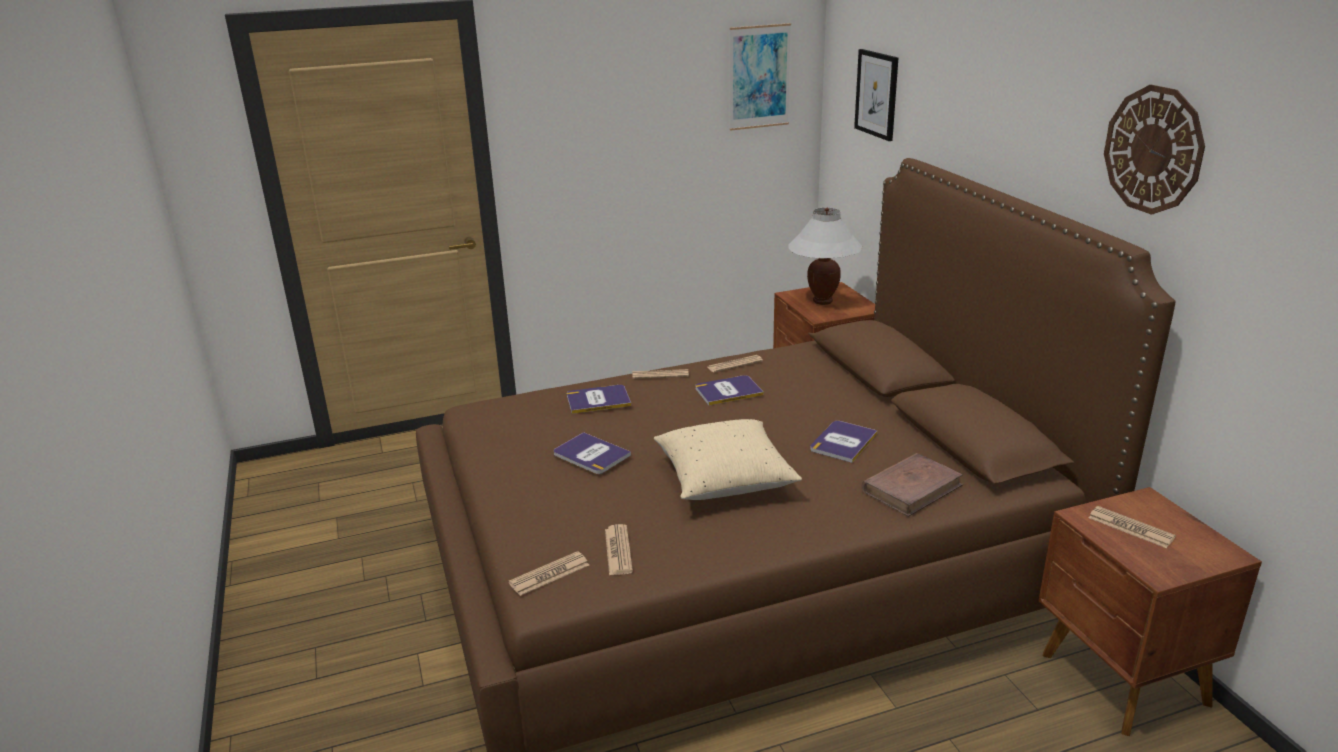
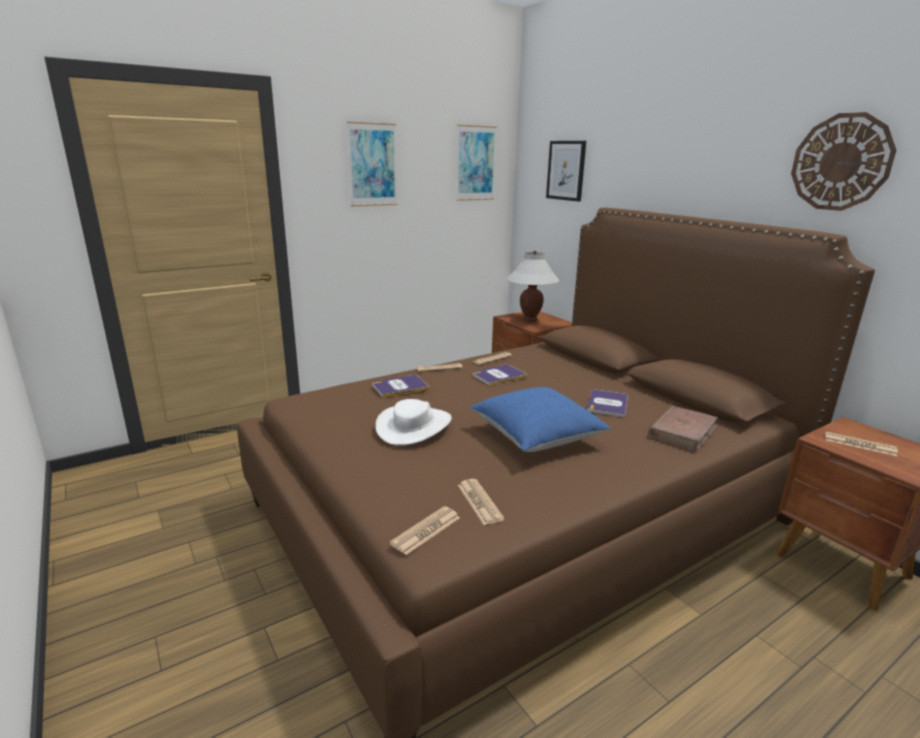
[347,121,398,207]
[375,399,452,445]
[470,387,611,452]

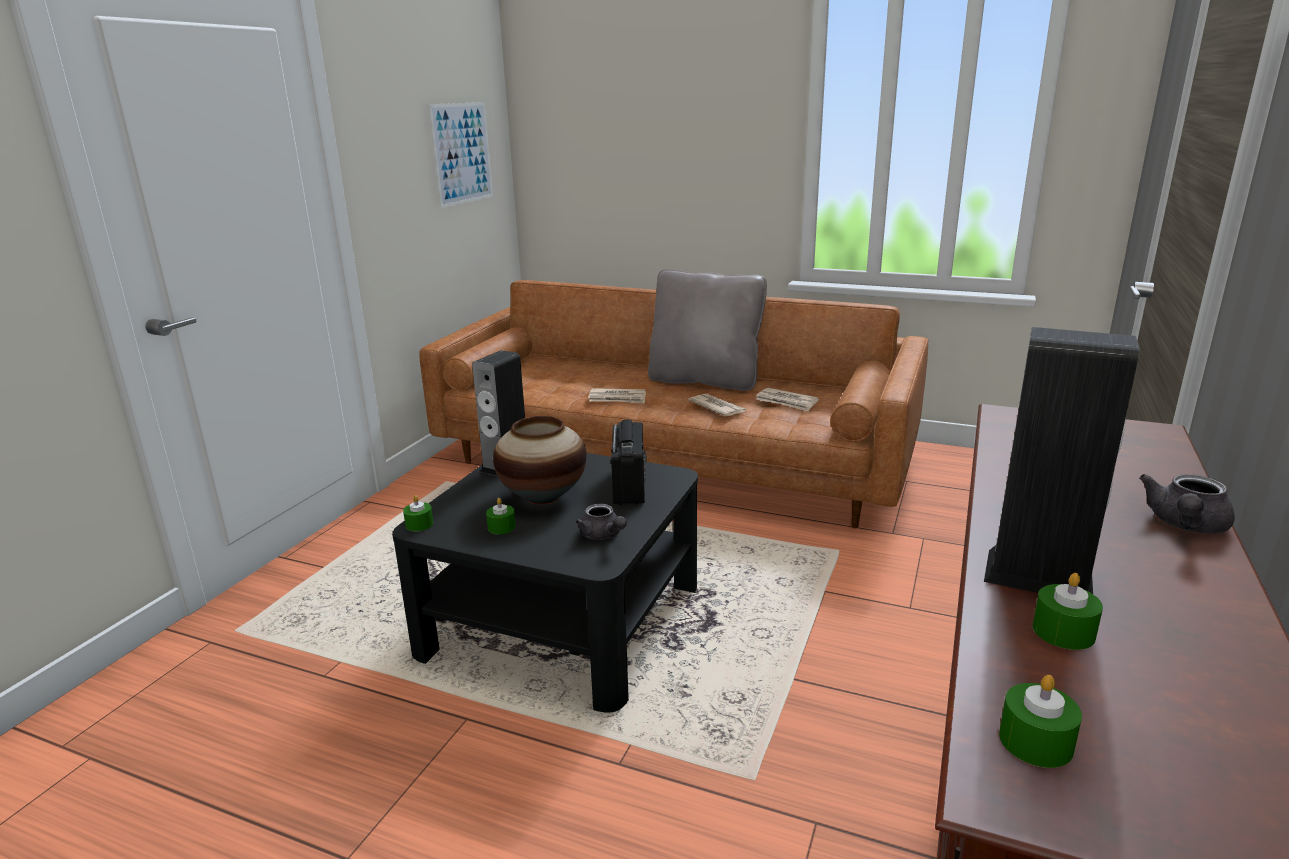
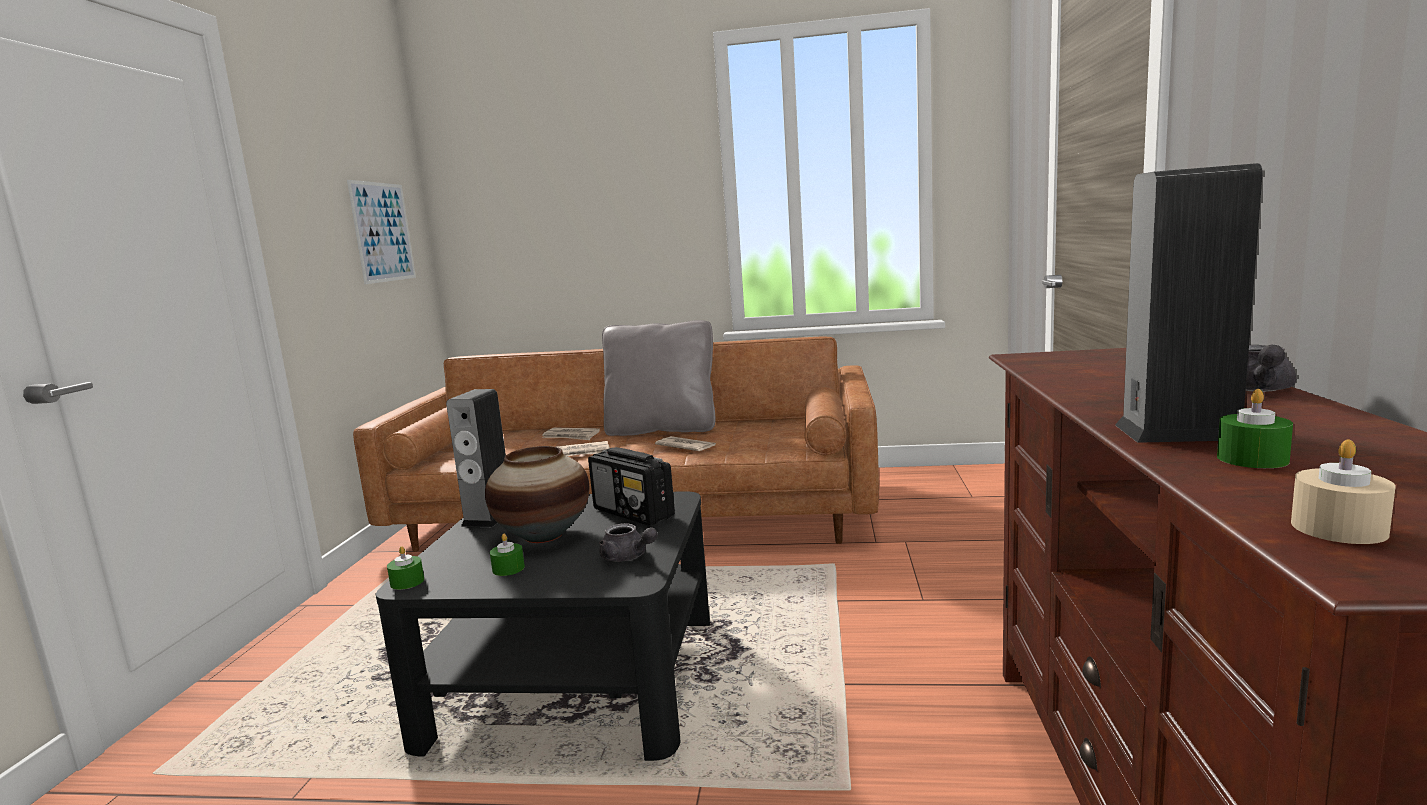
[542,427,600,440]
[588,447,675,526]
[1291,440,1396,544]

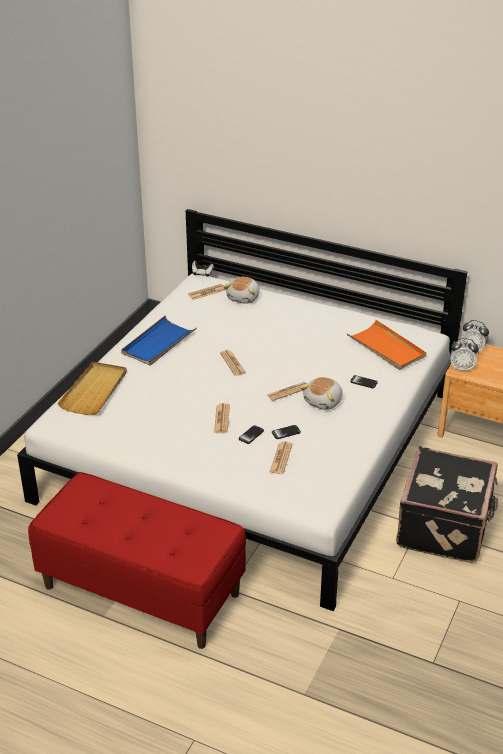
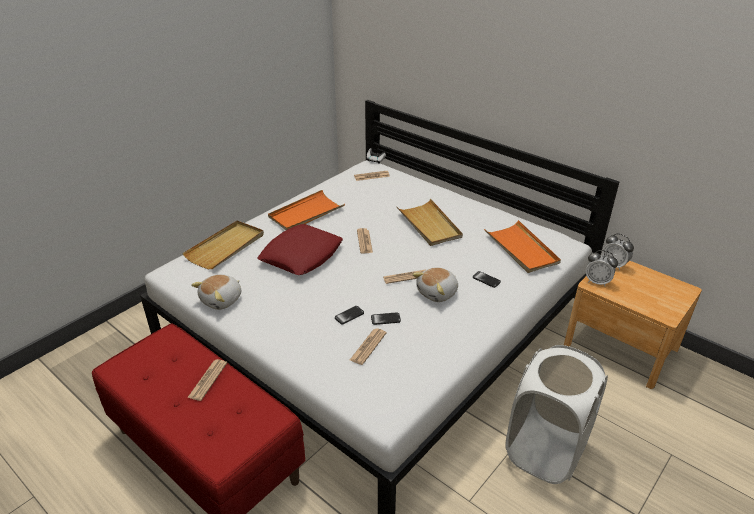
[187,359,227,401]
[191,274,241,310]
[257,224,343,275]
[268,190,345,230]
[397,199,463,246]
[505,345,608,484]

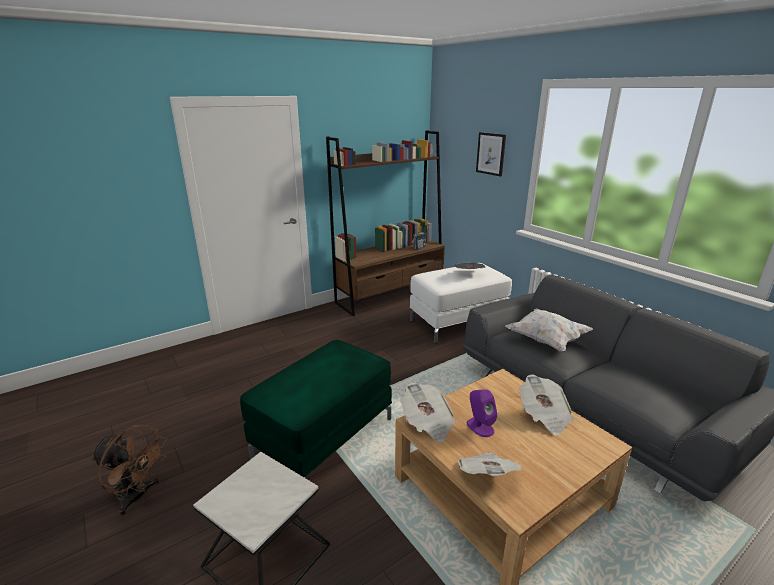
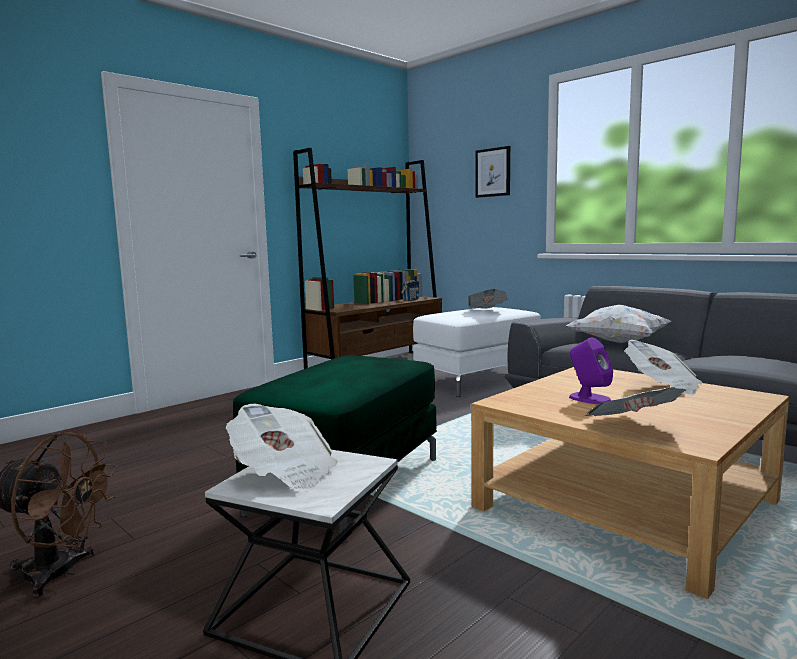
[226,404,338,492]

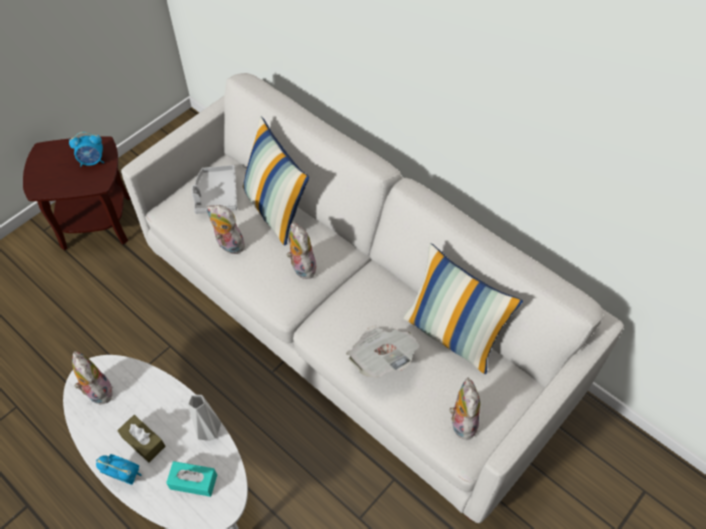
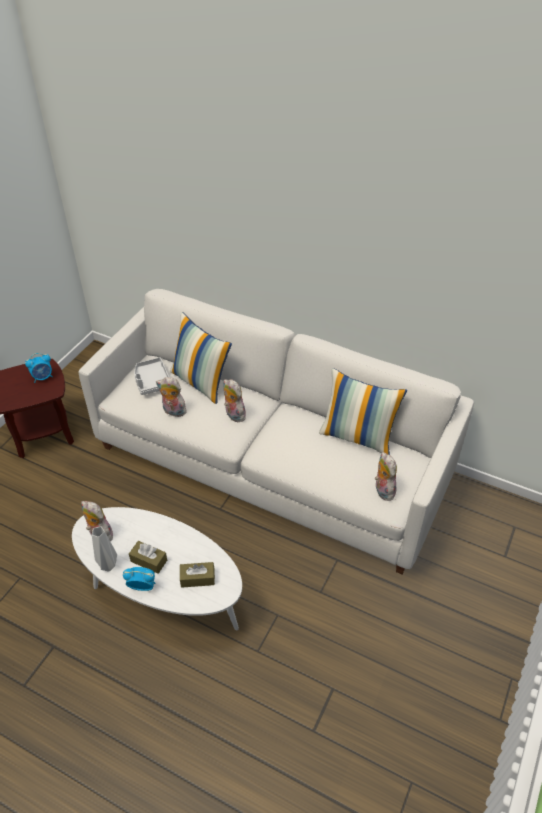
[92,526,117,571]
[180,562,215,588]
[346,326,419,377] (first image)

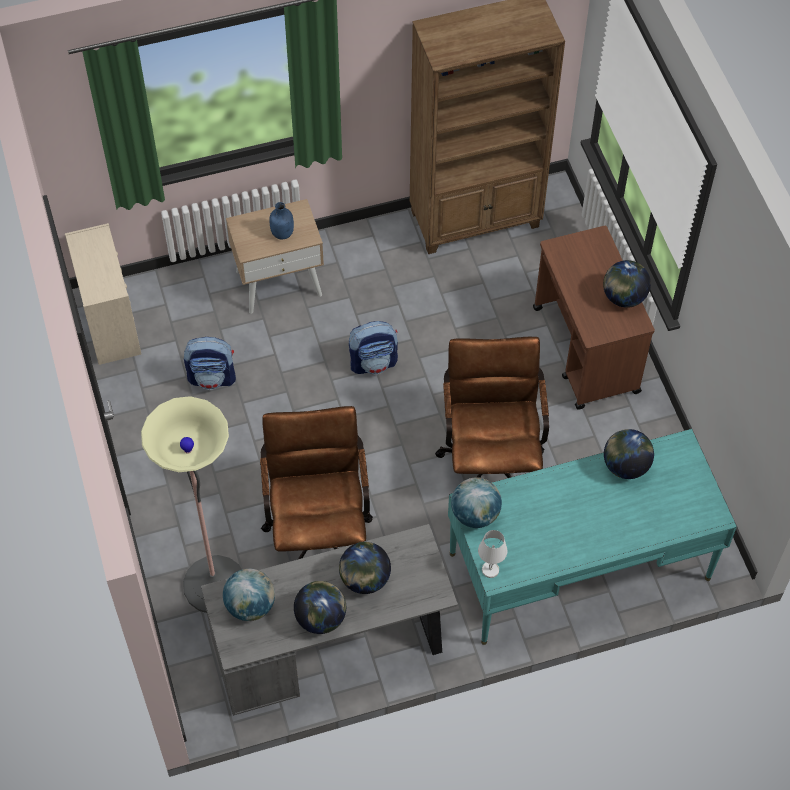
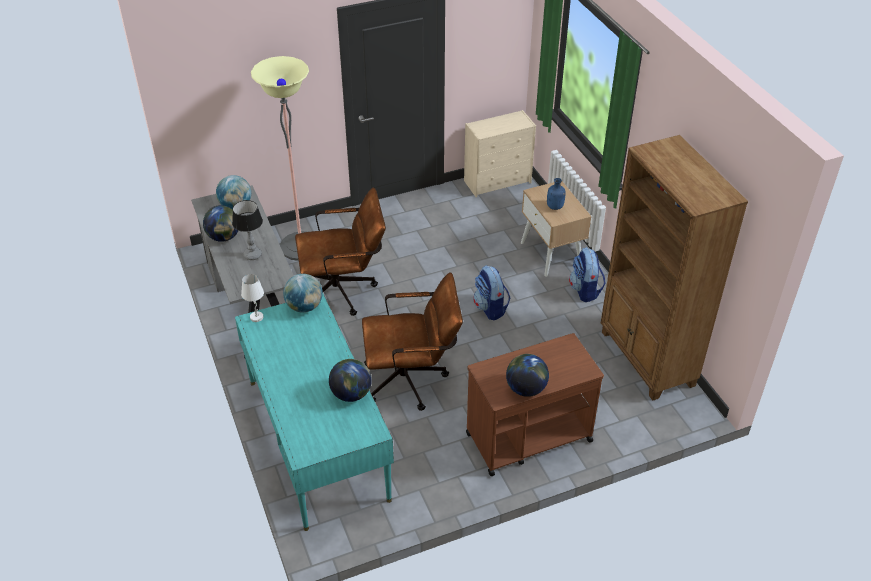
[232,200,263,260]
[569,247,606,302]

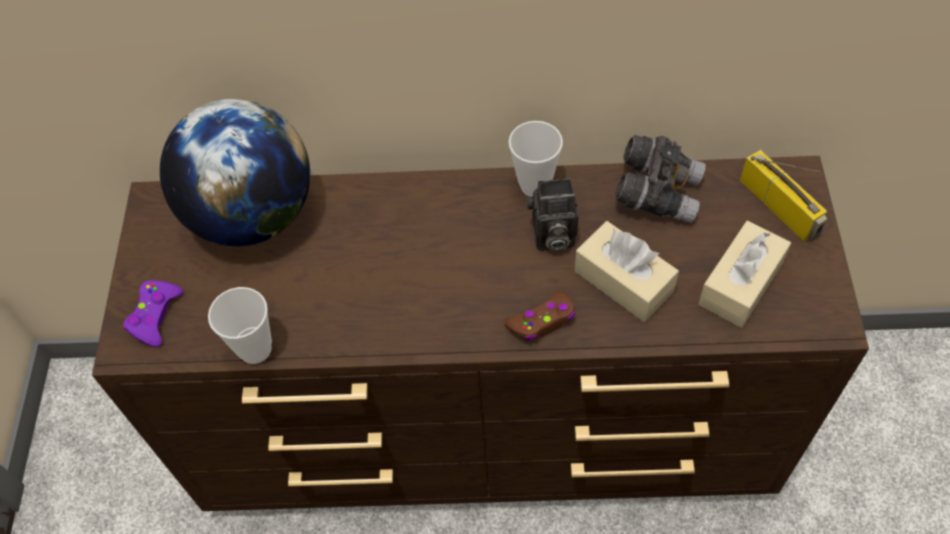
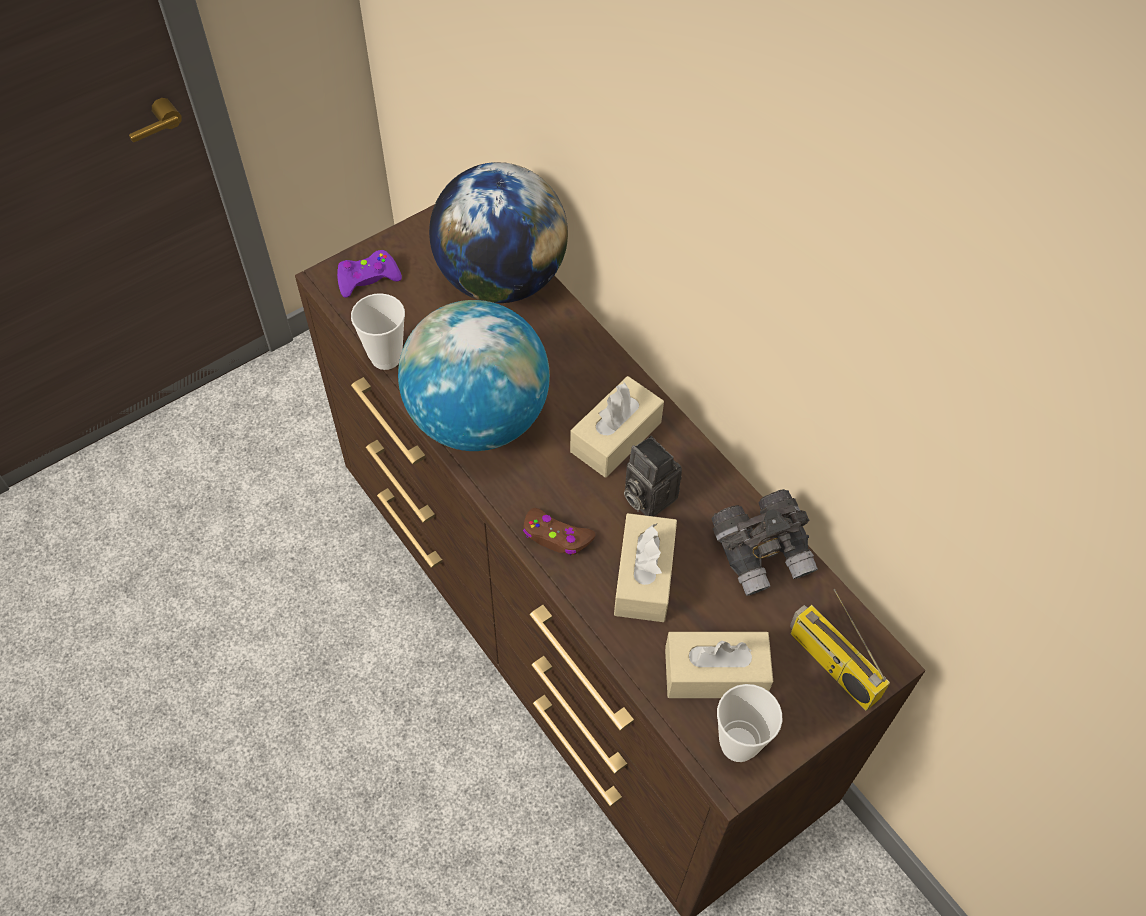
[398,300,550,451]
[570,376,664,478]
[717,684,782,762]
[790,589,890,711]

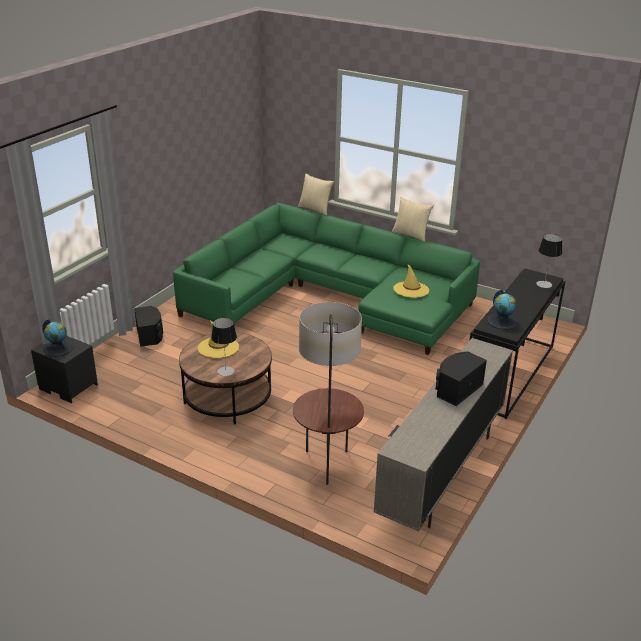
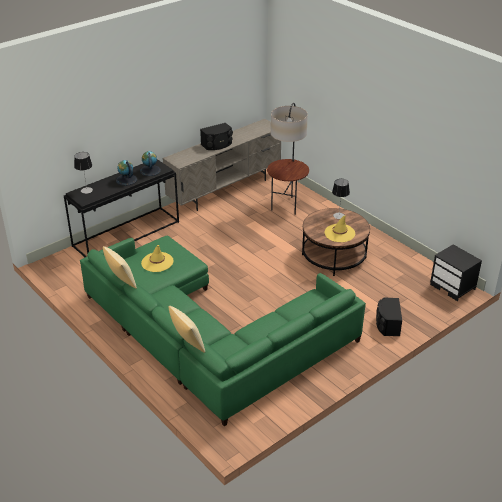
[116,160,137,186]

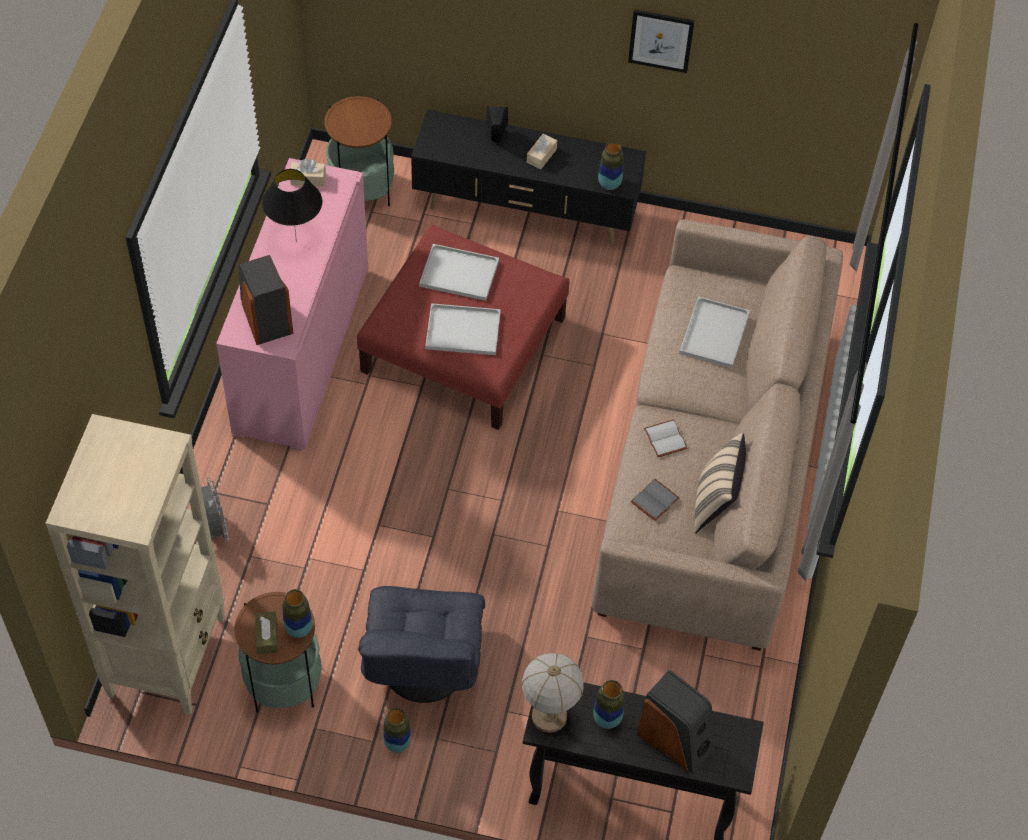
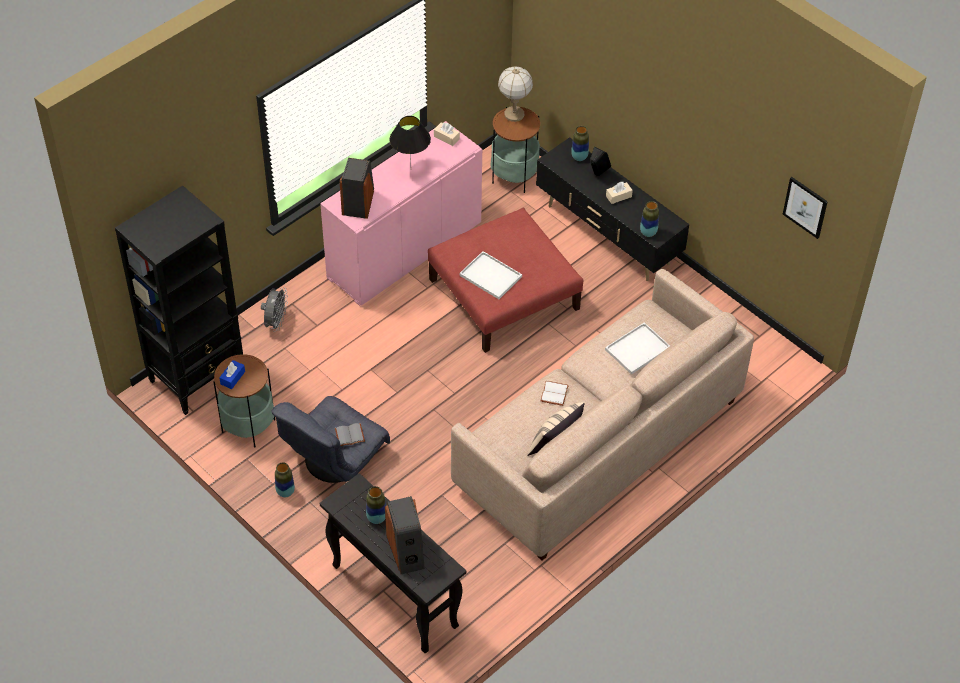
[115,185,243,415]
[219,360,245,389]
[335,423,365,446]
[498,66,533,122]
[571,126,589,161]
[783,177,828,239]
[419,244,499,301] (first image)

